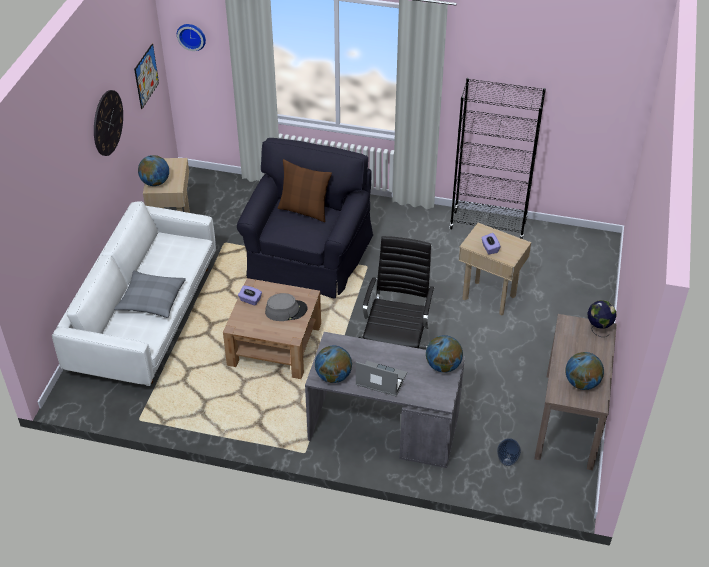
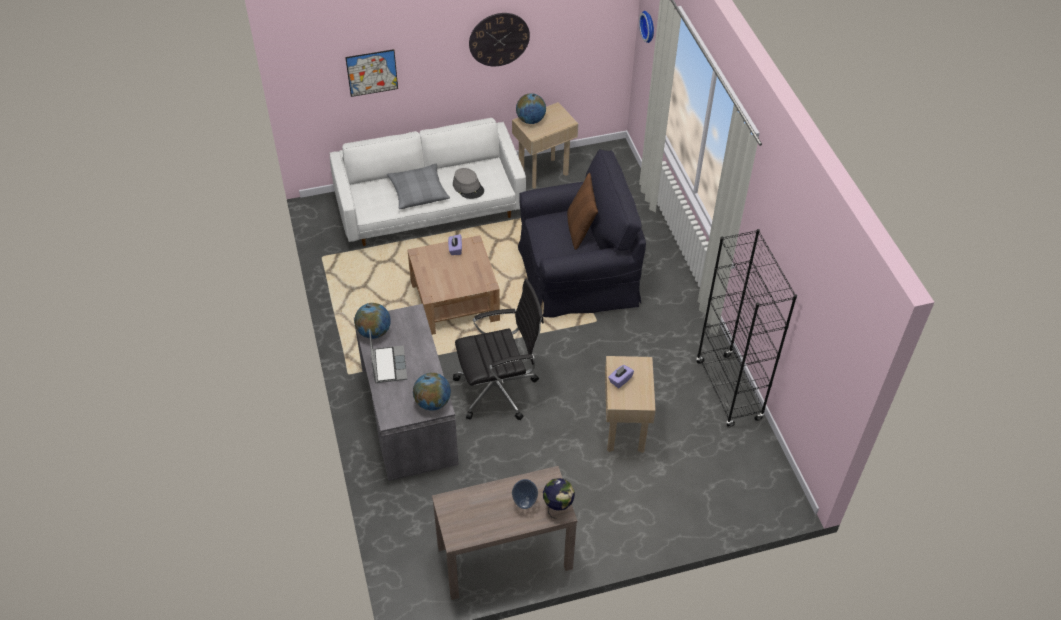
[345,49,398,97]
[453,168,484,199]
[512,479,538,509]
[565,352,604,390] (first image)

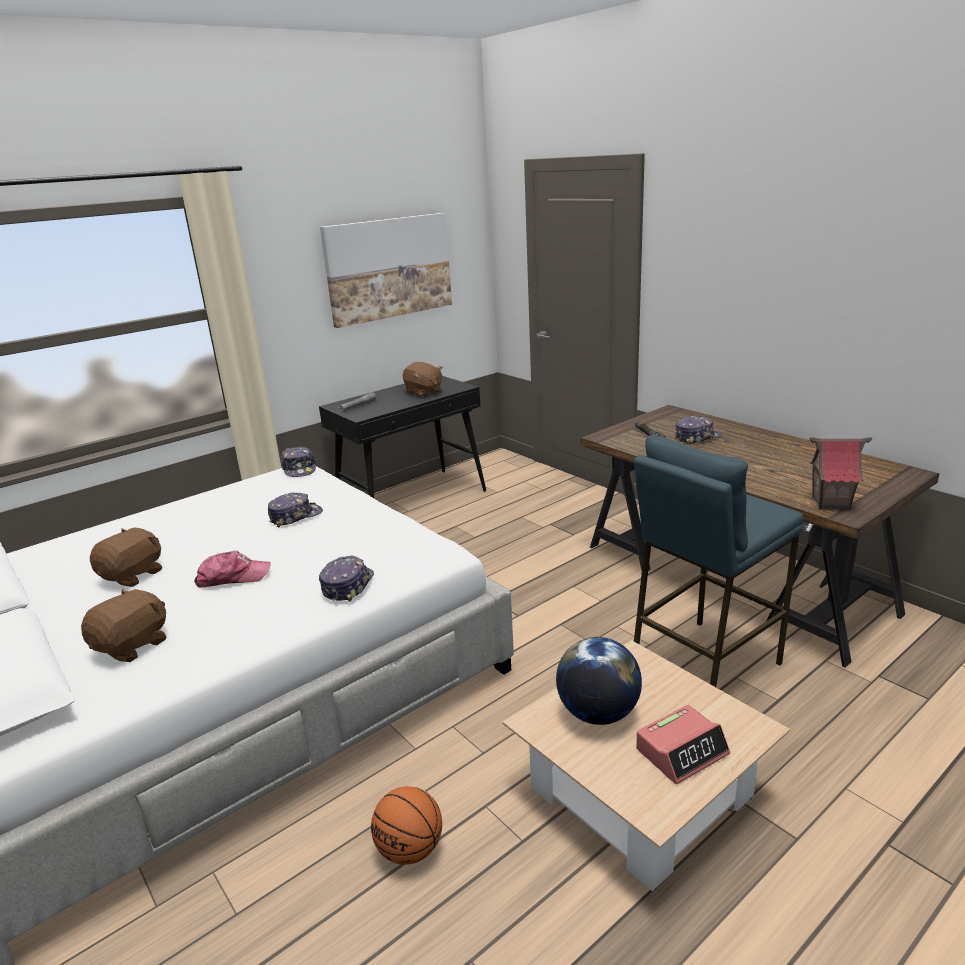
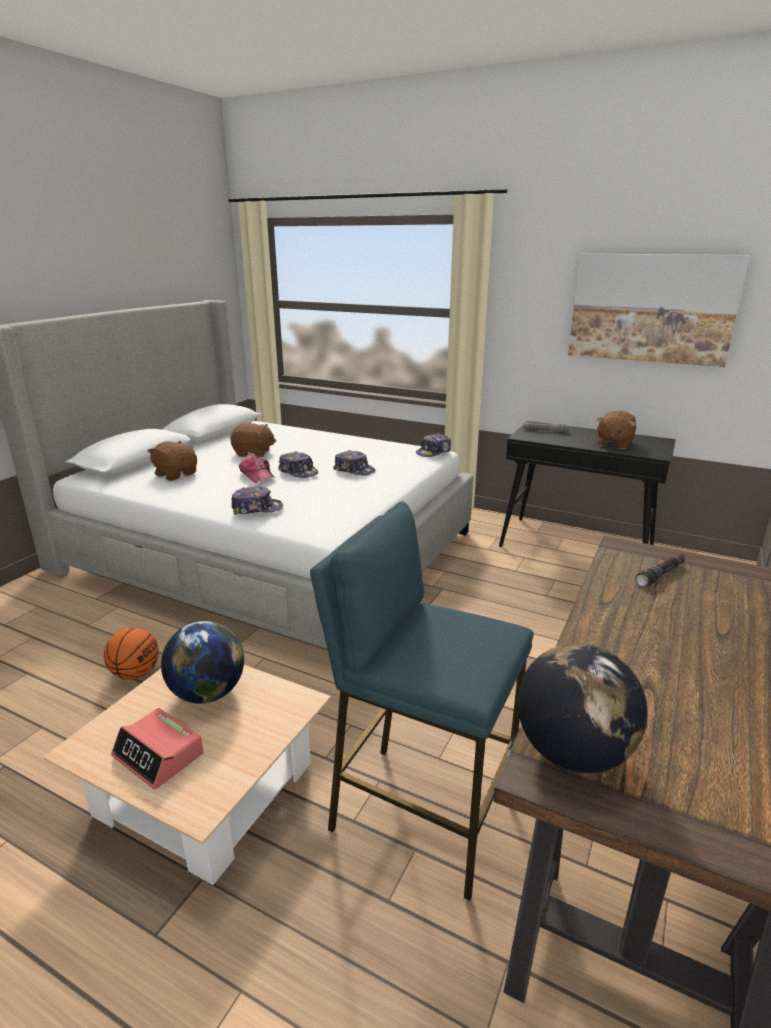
[148,441,197,481]
[278,451,318,478]
[518,643,648,773]

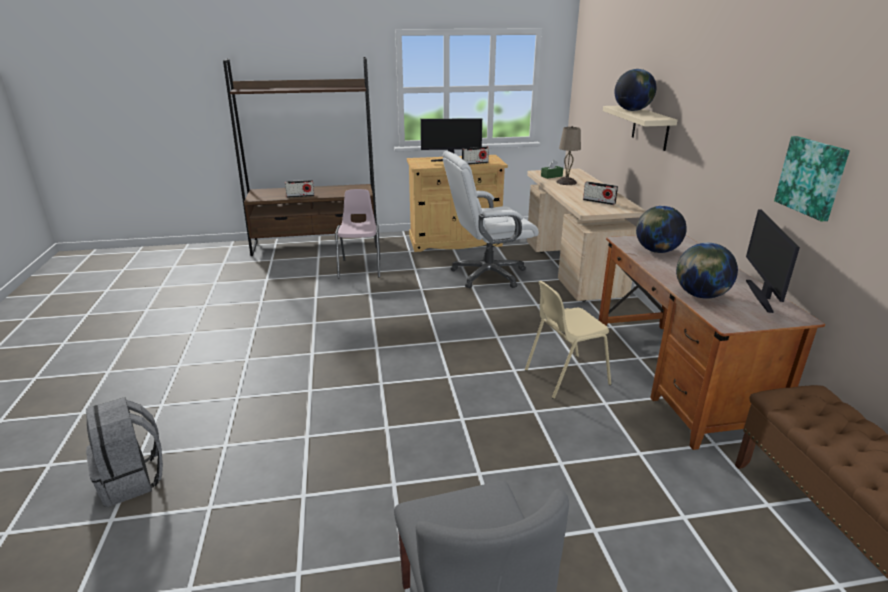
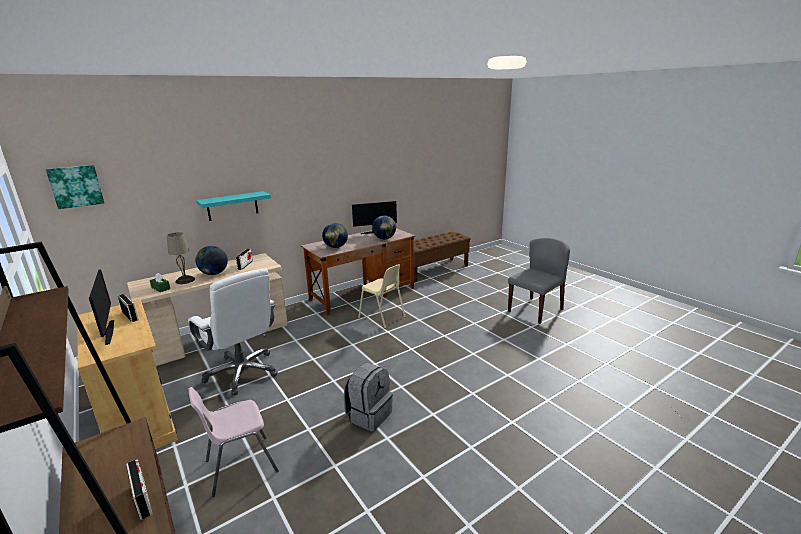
[46,165,104,209]
[196,191,271,221]
[196,246,228,275]
[344,363,393,431]

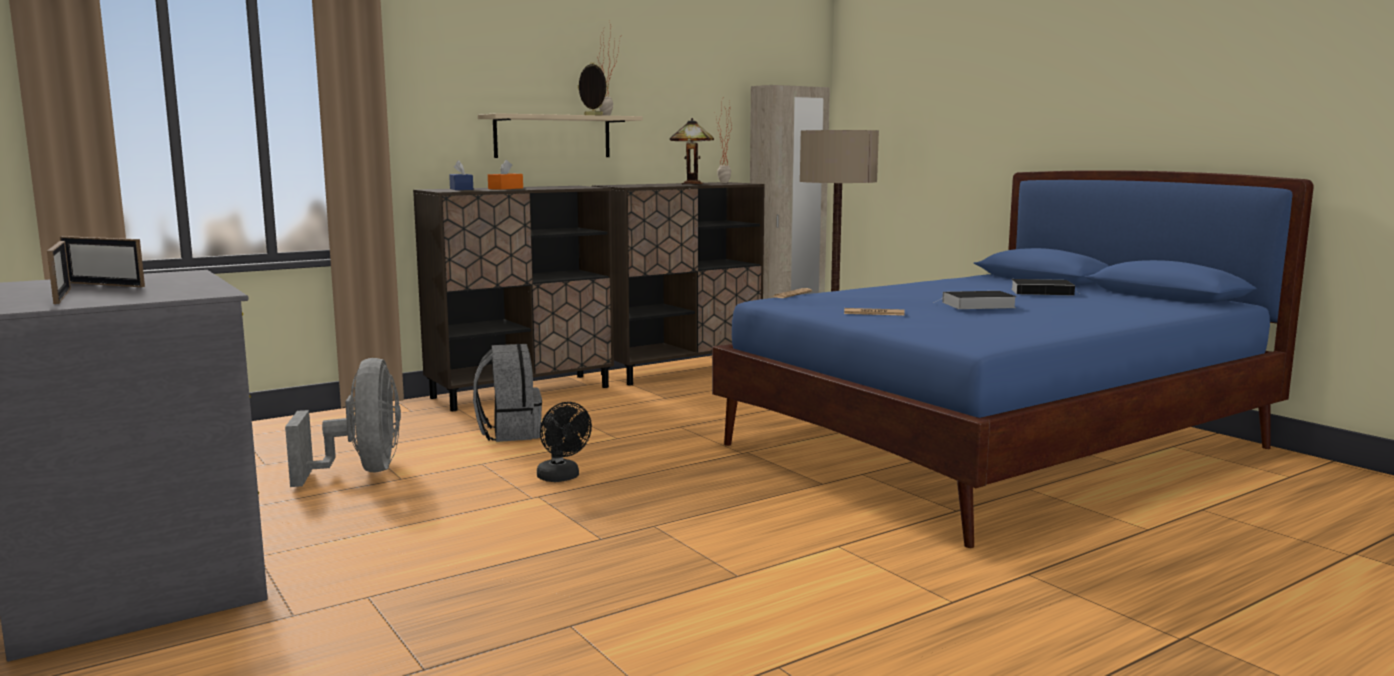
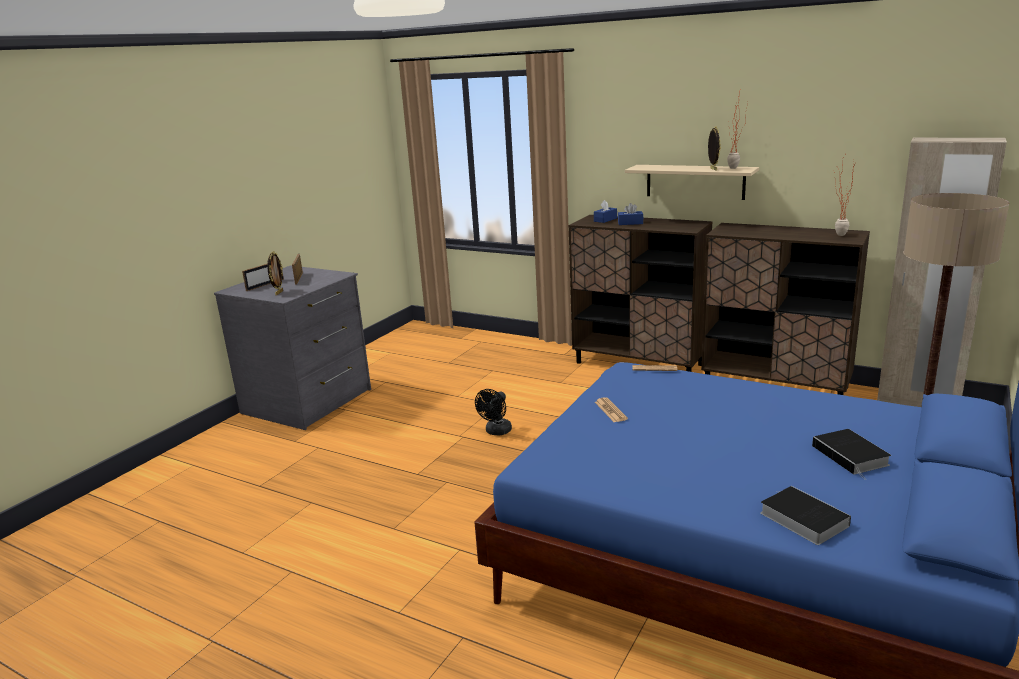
[267,251,283,295]
[618,203,643,225]
[760,486,851,545]
[285,358,401,487] (first image)
[473,344,542,442] (first image)
[670,118,714,184] (first image)

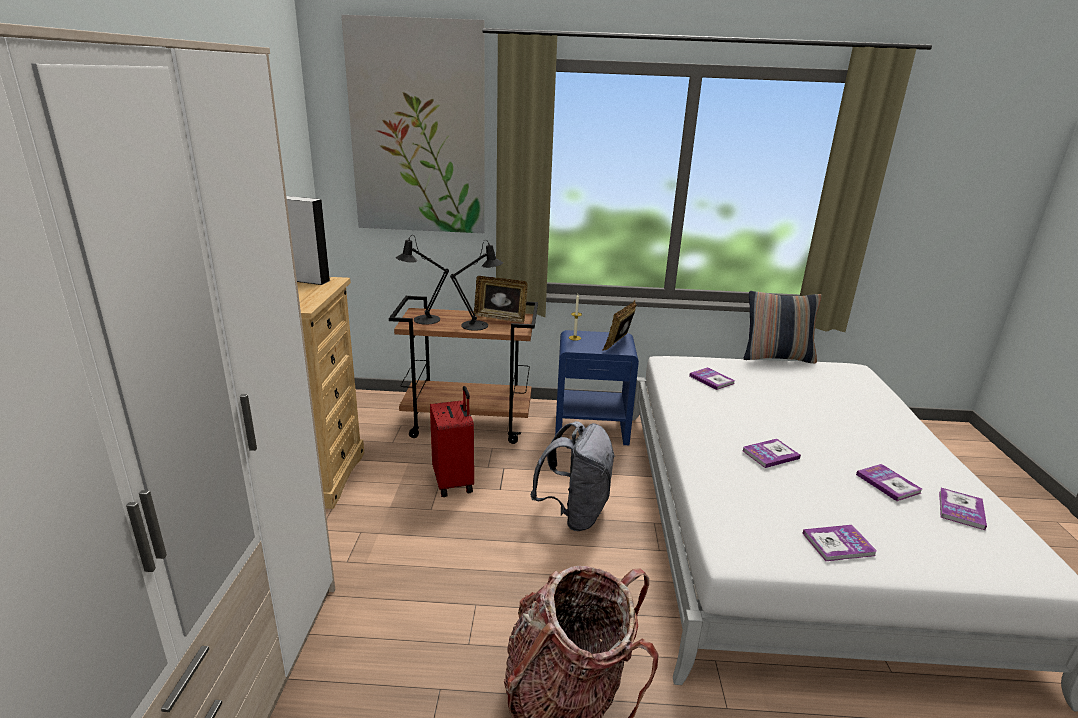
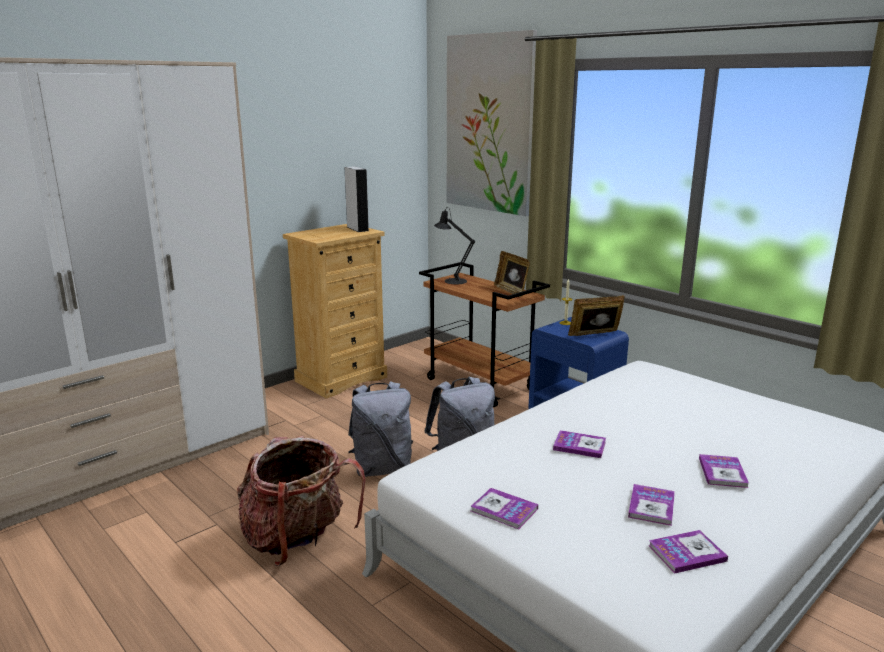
[348,381,413,477]
[699,454,749,488]
[430,386,474,497] (first image)
[450,240,503,331] (first image)
[744,291,822,363] (first image)

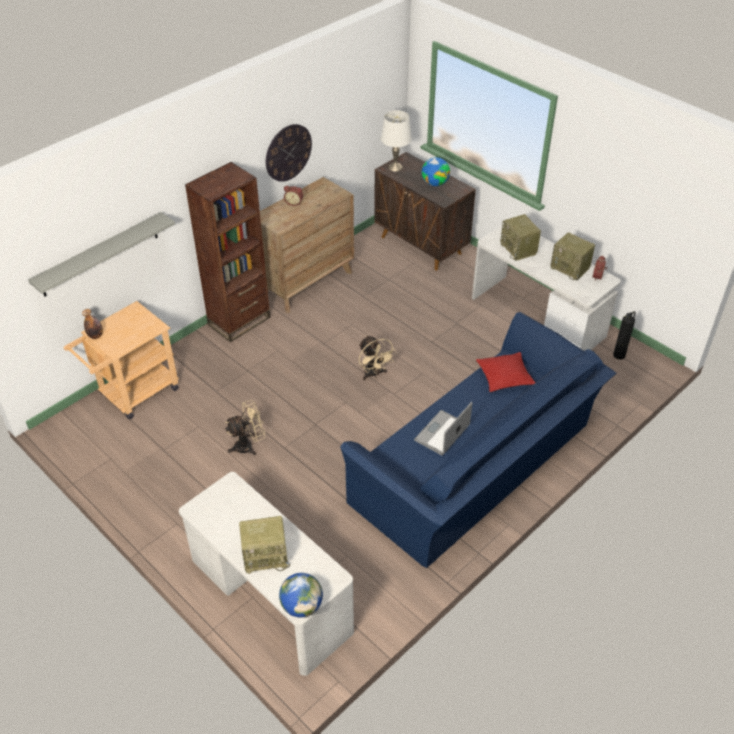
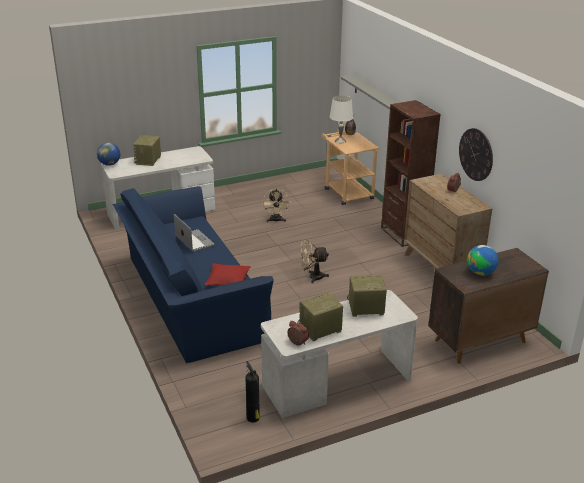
[330,95,353,143]

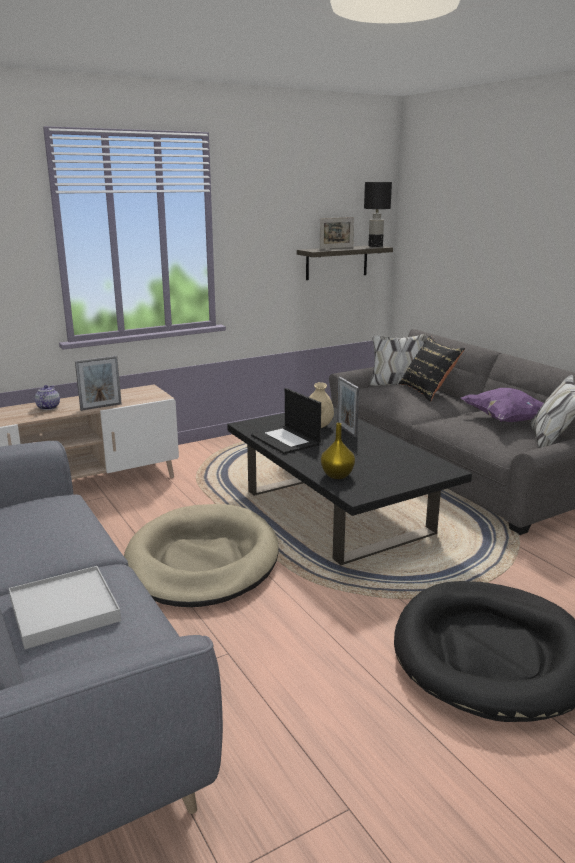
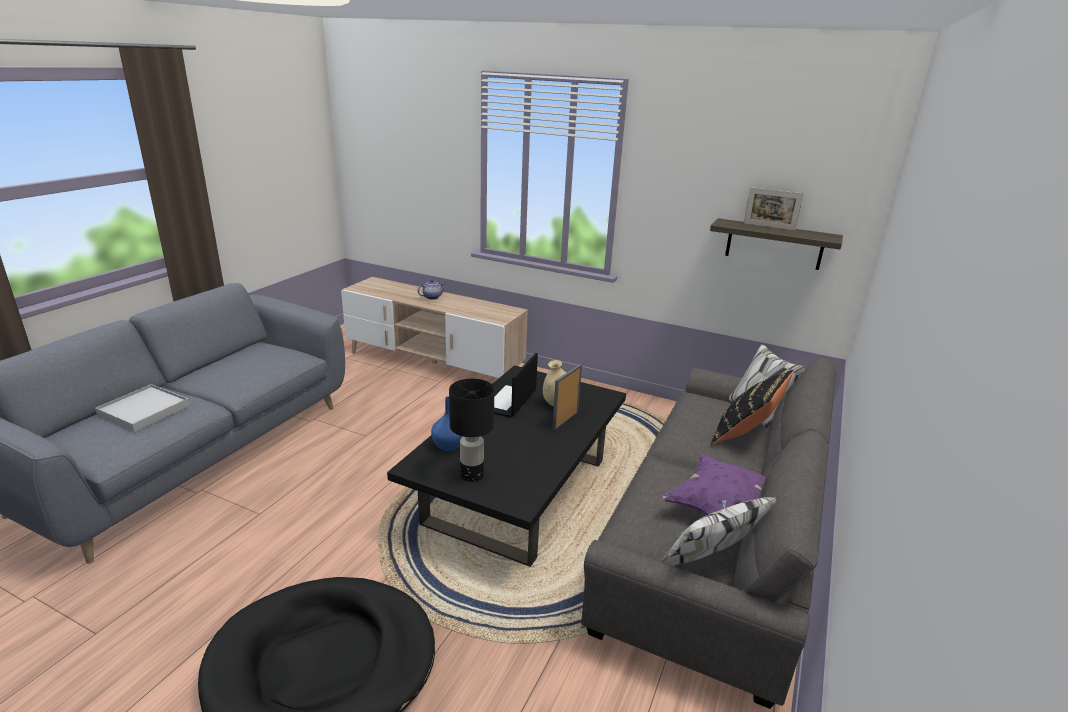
[431,396,463,451]
[449,379,494,482]
[75,356,122,411] (first image)
[124,504,279,607] (first image)

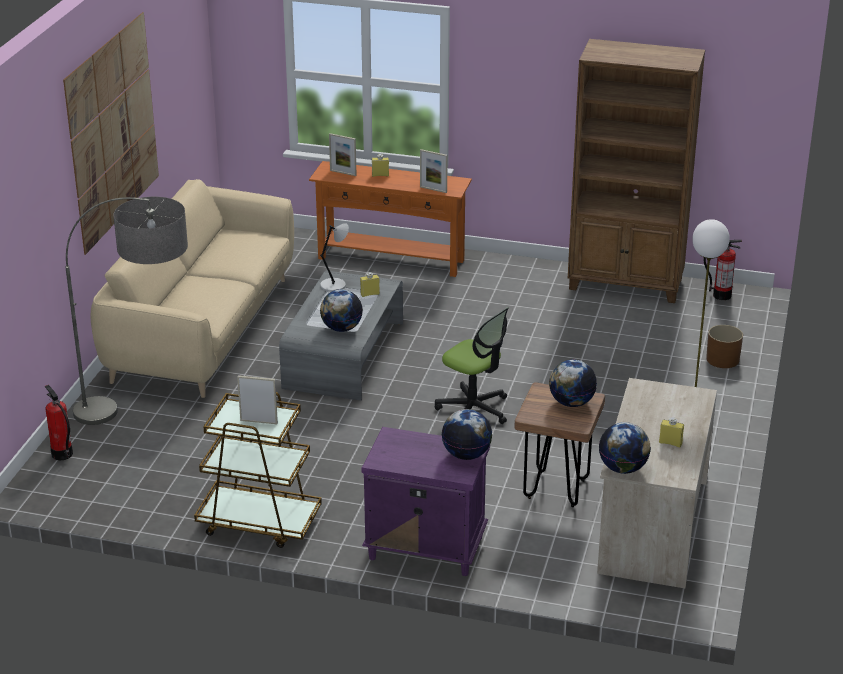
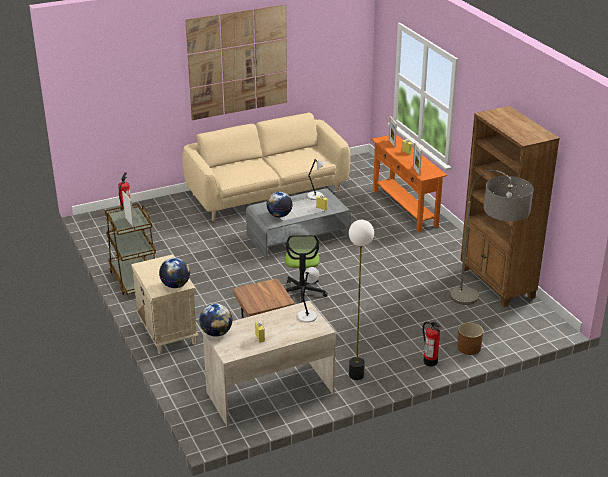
[131,254,199,354]
[297,267,319,323]
[423,322,441,367]
[450,170,533,305]
[549,359,597,407] (first image)

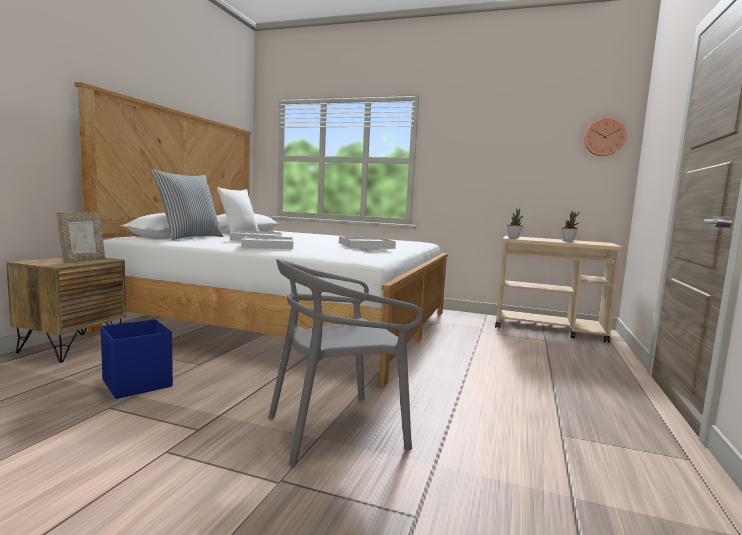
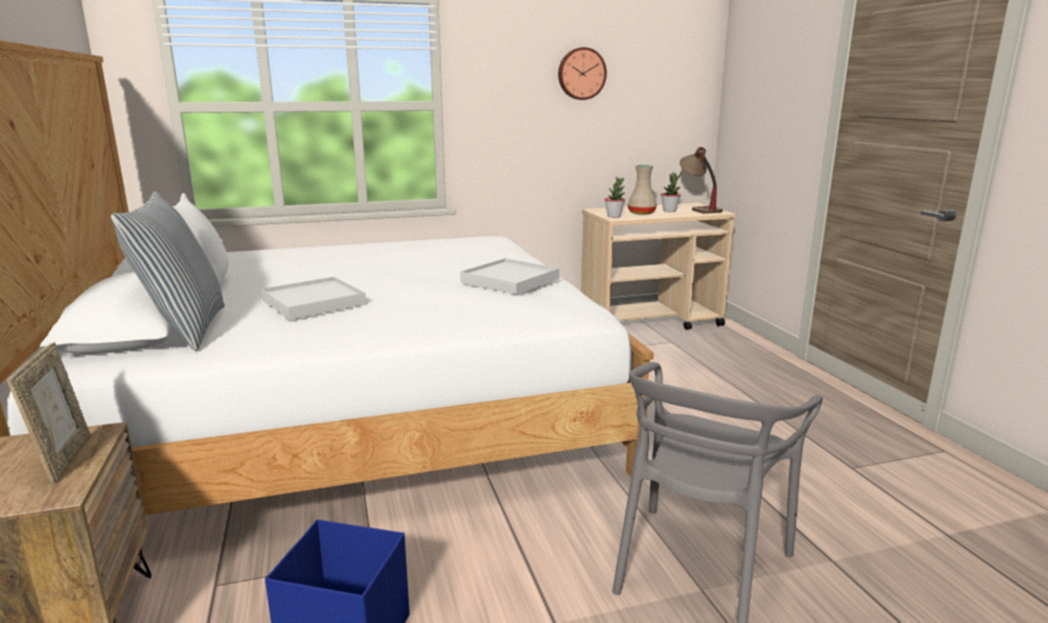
[558,47,607,100]
[628,165,657,215]
[680,147,723,214]
[241,236,293,249] (first image)

